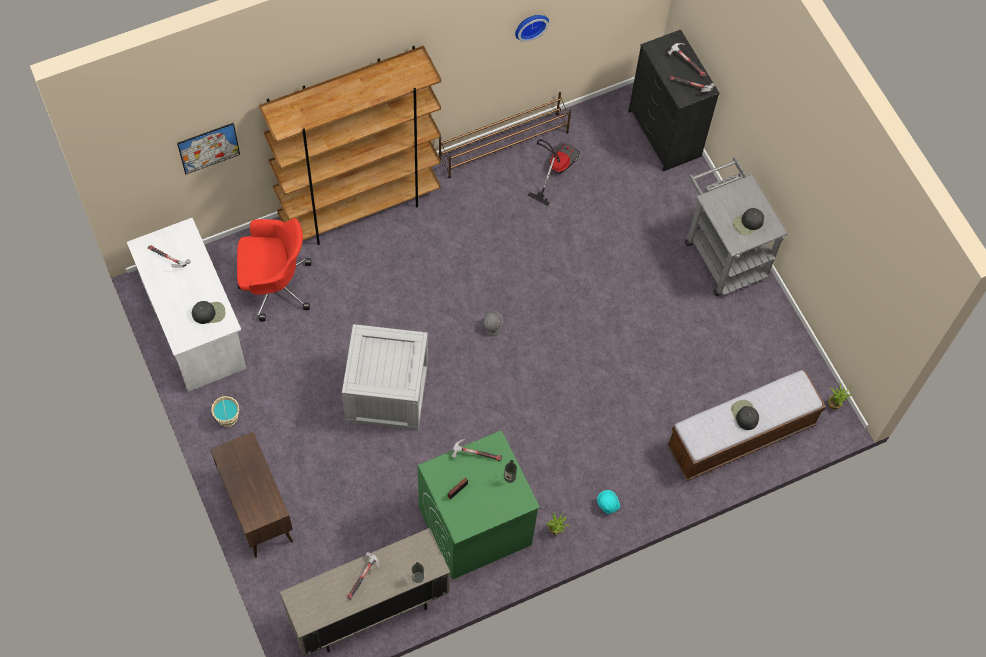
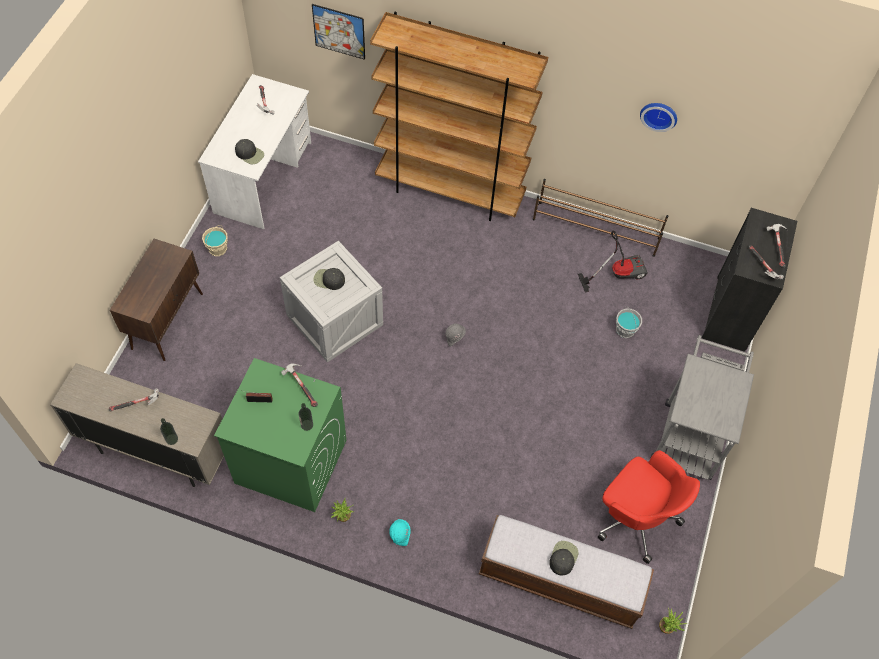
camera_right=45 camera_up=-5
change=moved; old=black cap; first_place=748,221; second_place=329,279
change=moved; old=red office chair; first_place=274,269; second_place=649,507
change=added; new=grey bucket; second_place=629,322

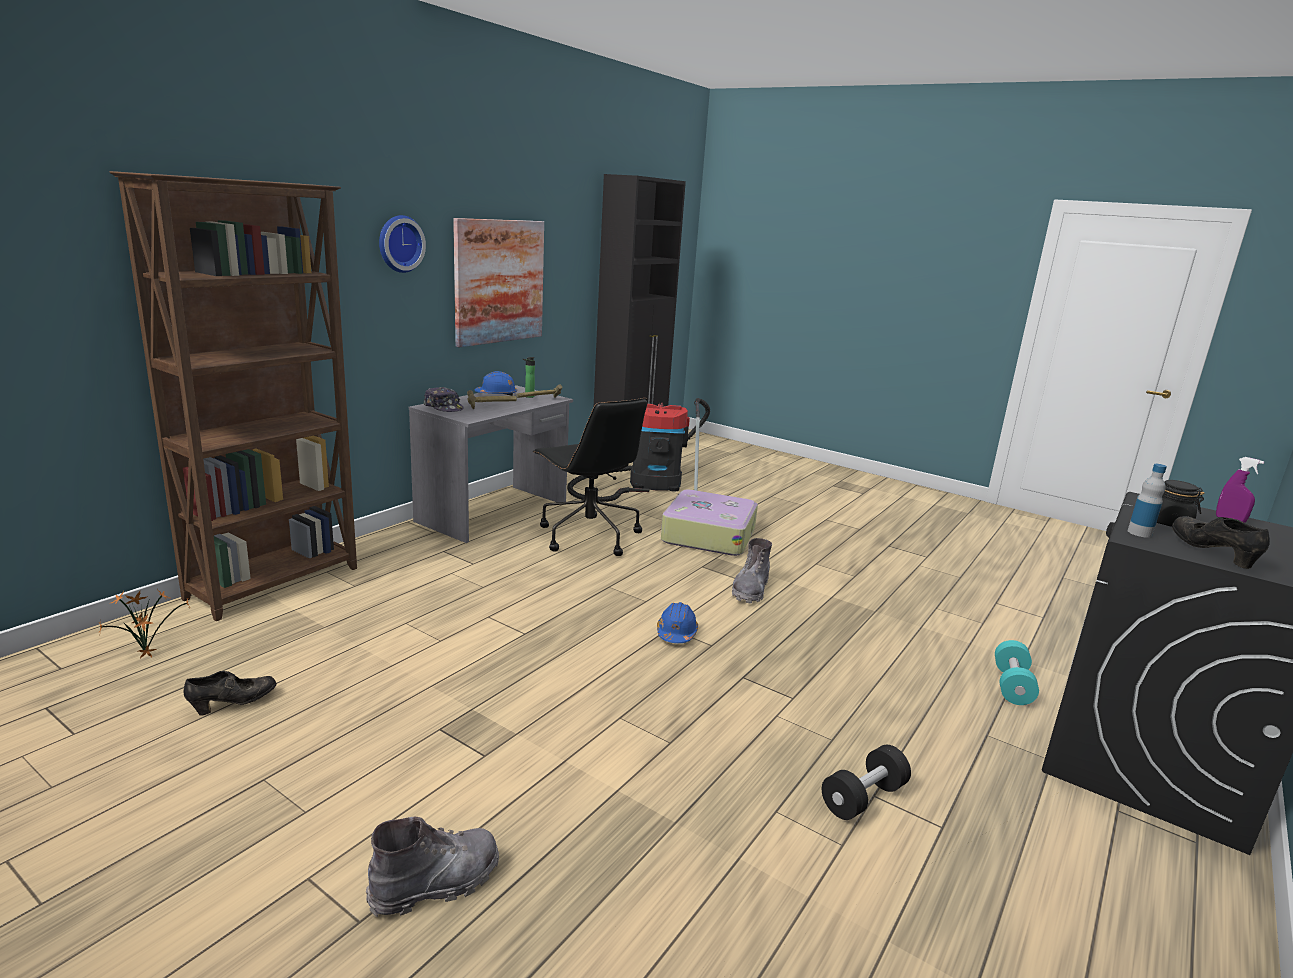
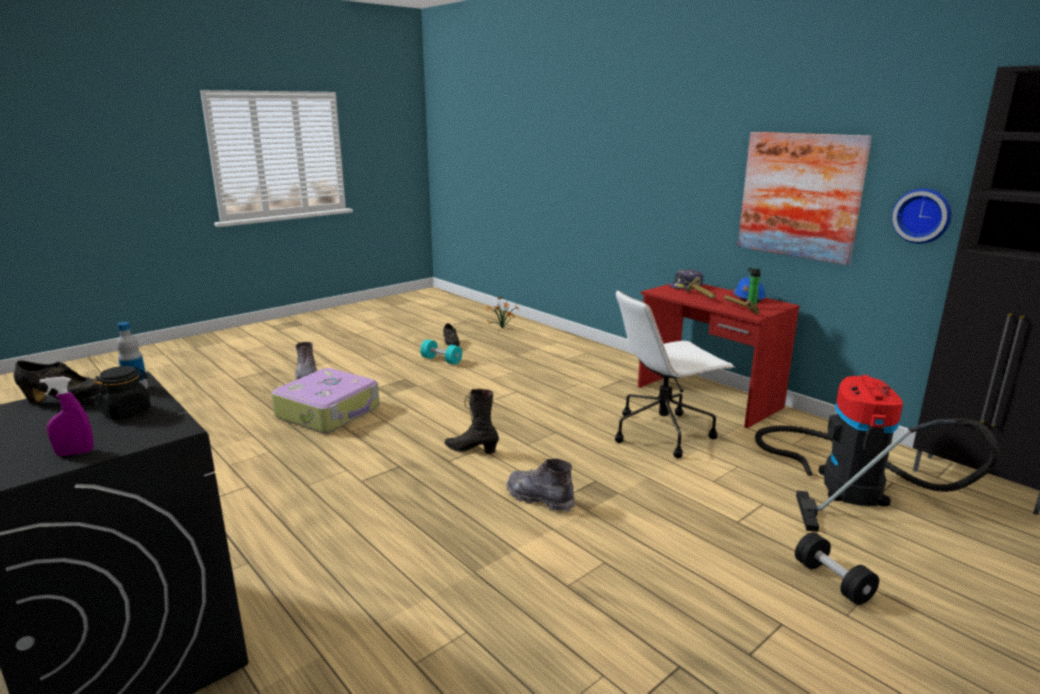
camera_right=105 camera_up=0
change=removed; old=brown bookcase; first_place=233,396
change=moved; old=wall clock; first_place=402,244; second_place=922,216
change=recoloured; old=grey desk; new=red desk; first_place=491,464; second_place=719,356
change=recoloured; old=black office chair; new=white office chair; first_place=590,477; second_place=675,374
change=moved; old=suitcase; first_place=709,522; second_place=325,400
change=replaced; old=blue hard hat; new=black boot; first_place=677,622; second_place=472,421
change=moved; old=turquoise dumbbell; first_place=1017,672; second_place=441,352
change=moved; old=black dumbbell; first_place=866,782; second_place=837,568

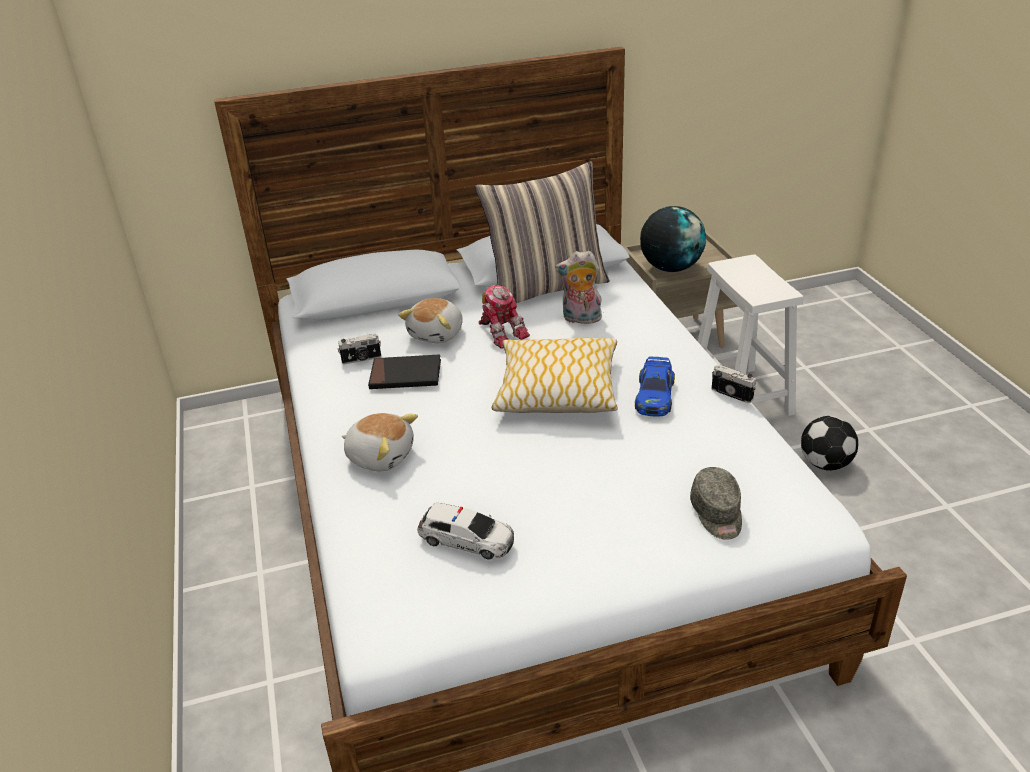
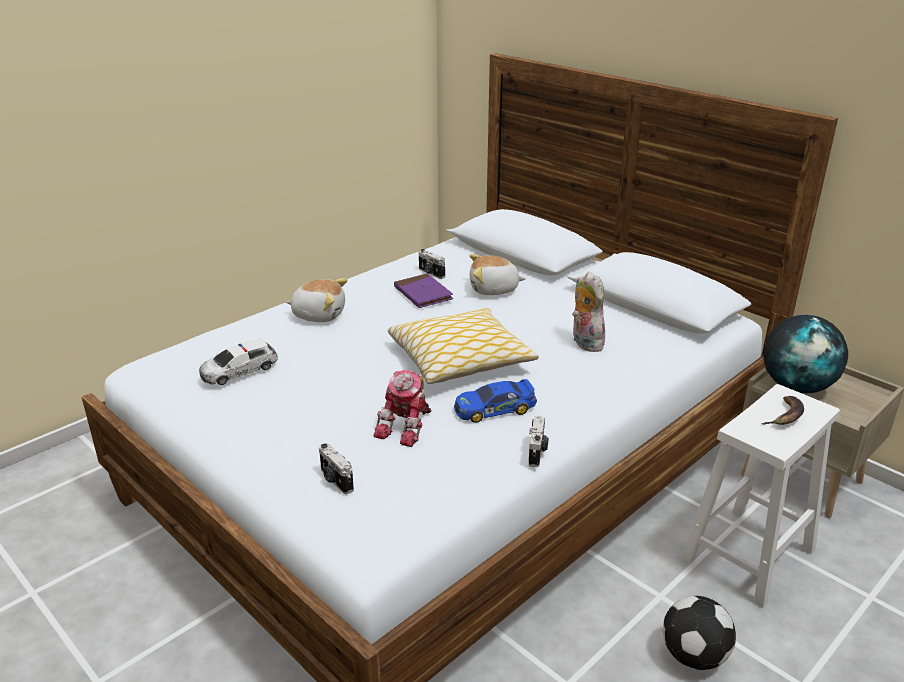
camera_right=60 camera_up=-5
change=removed; old=pillow; first_place=542,232
change=moved; old=toy robot; first_place=504,317; second_place=402,408
change=recoloured; old=black book; new=purple book; first_place=404,372; second_place=423,290
change=turned; old=plush toy; first_place=380,442; second_place=317,300; degrees=-75
change=replaced; old=grey cap; new=photo camera; first_place=716,503; second_place=336,468
change=turned; old=toy car; first_place=465,531; second_place=238,362; degrees=60
change=added; new=banana; second_place=782,410

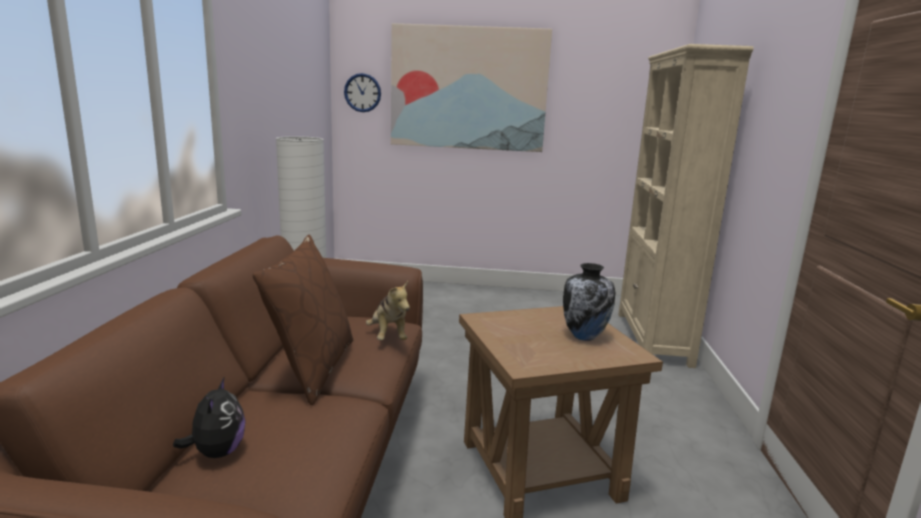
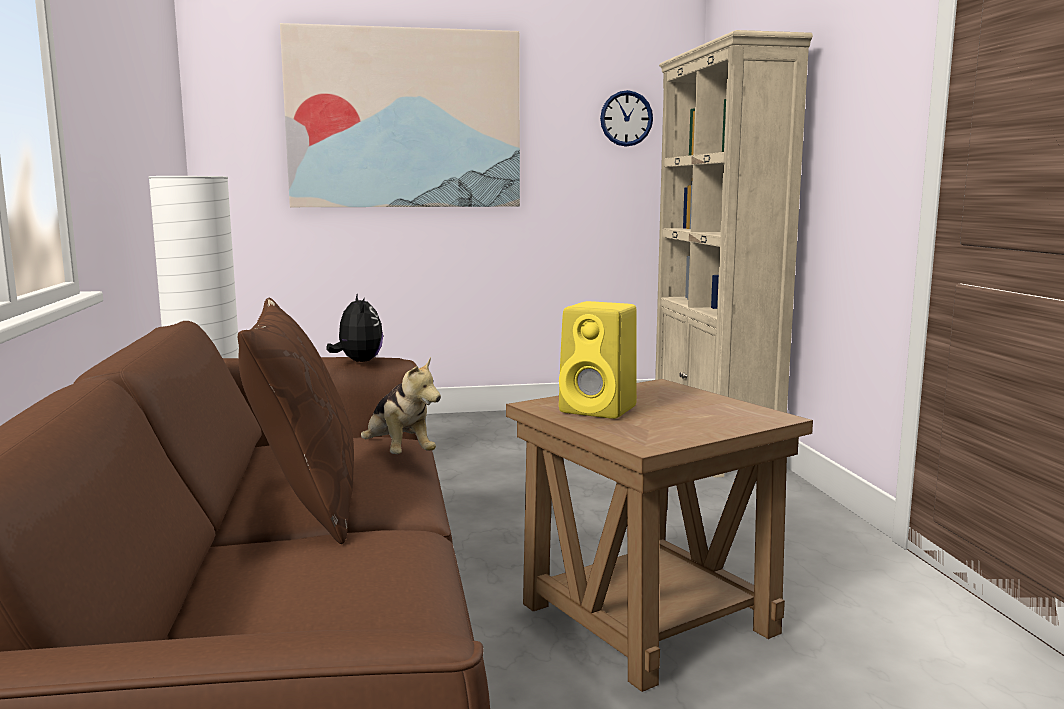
camera_right=-15 camera_up=-5
change=moved; old=wall clock; first_place=362,92; second_place=626,118
change=removed; old=vase; first_place=589,302
change=moved; old=plush toy; first_place=209,418; second_place=355,327
change=added; new=yellow speaker; second_place=598,360

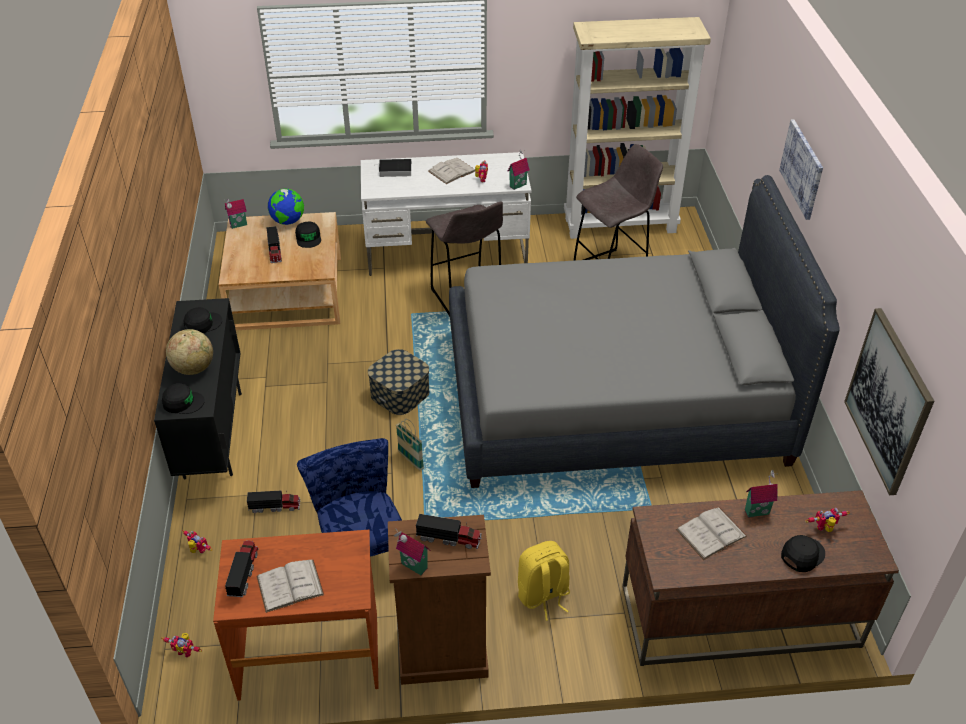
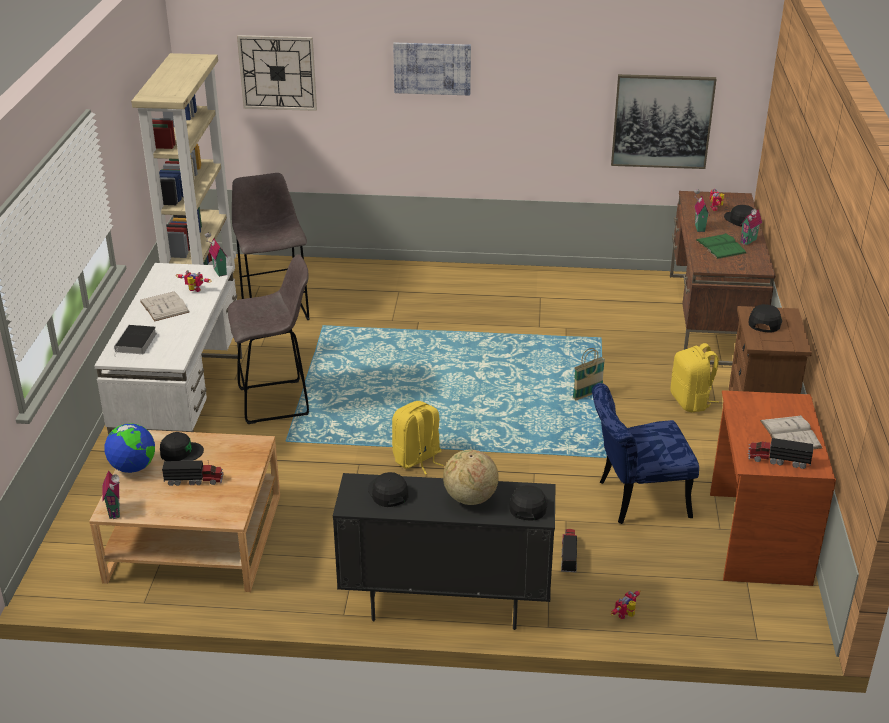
camera_right=-80 camera_up=-10
change=removed; old=grey bed; first_place=644,331
change=replaced; old=storage box; new=yellow backpack; first_place=398,382; second_place=418,438
change=moved; old=basket; first_place=410,444; second_place=588,374
change=recoloured; old=white book; new=green book; first_place=712,533; second_place=721,246
change=replaced; old=toy truck; new=black cap; first_place=449,531; second_place=765,318
change=moved; old=toy house; first_place=412,553; second_place=751,227
change=removed; old=toy robot; first_place=181,645
change=added; new=wall clock; second_place=277,73

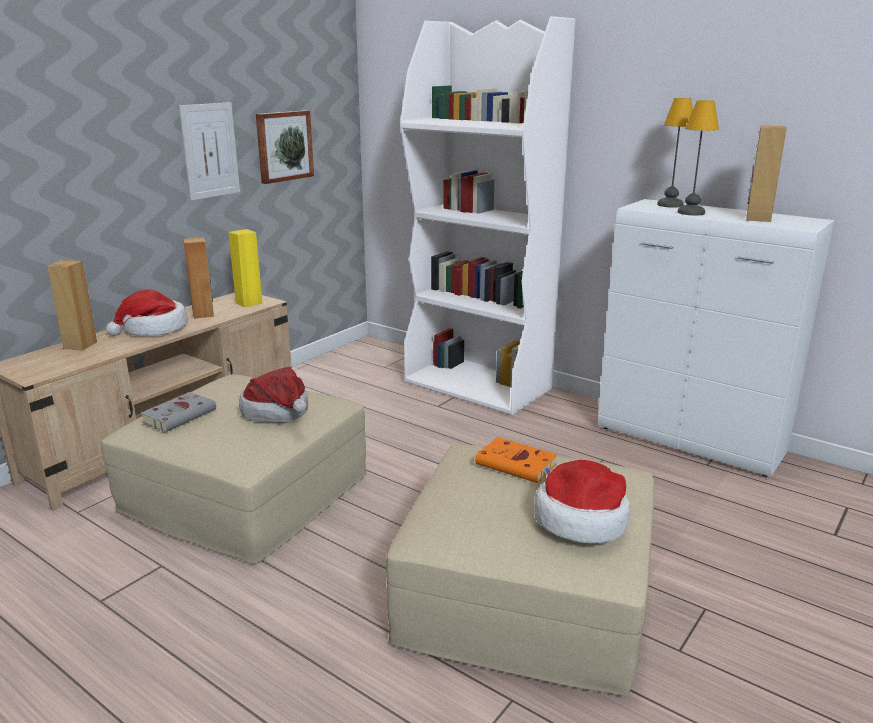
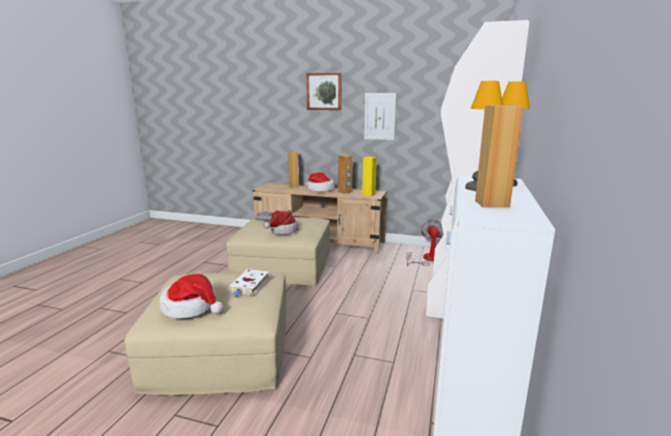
camera_right=70 camera_up=-5
change=moved; old=picture; first_place=285,147; second_place=324,91
change=recoloured; old=orange book; new=white book; first_place=516,460; second_place=248,283
change=added; new=fan; second_place=424,243

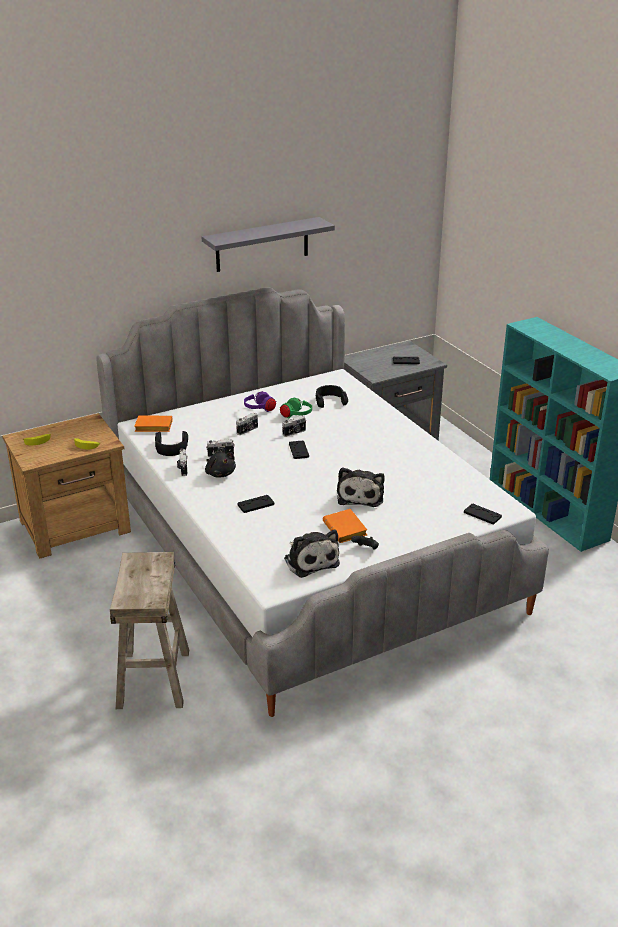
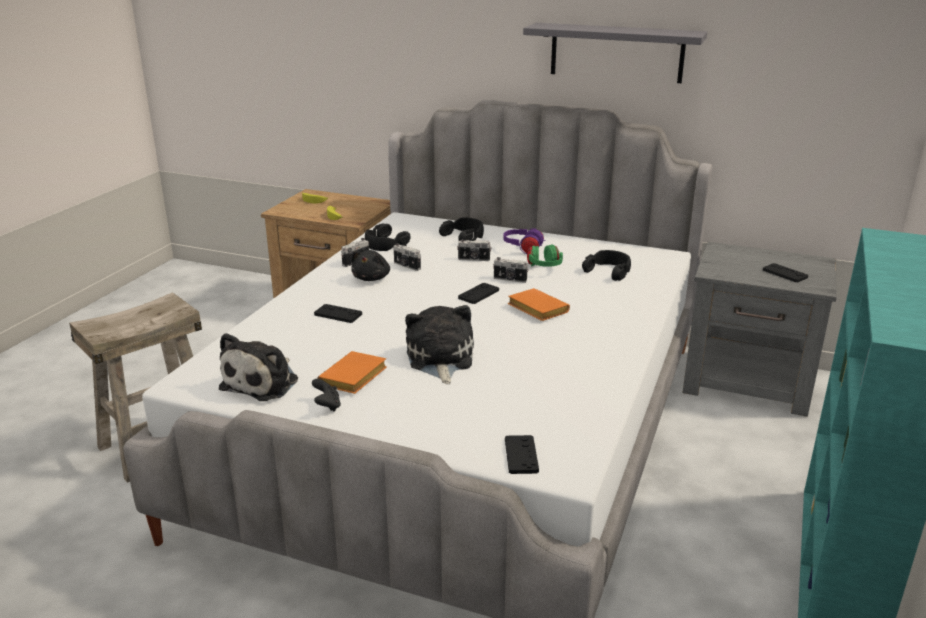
camera_right=50 camera_up=-5
change=moved; old=orange book; first_place=153,423; second_place=539,304
change=turned; old=plush toy; first_place=361,487; second_place=439,344; degrees=120
change=added; new=black headphones; second_place=461,229

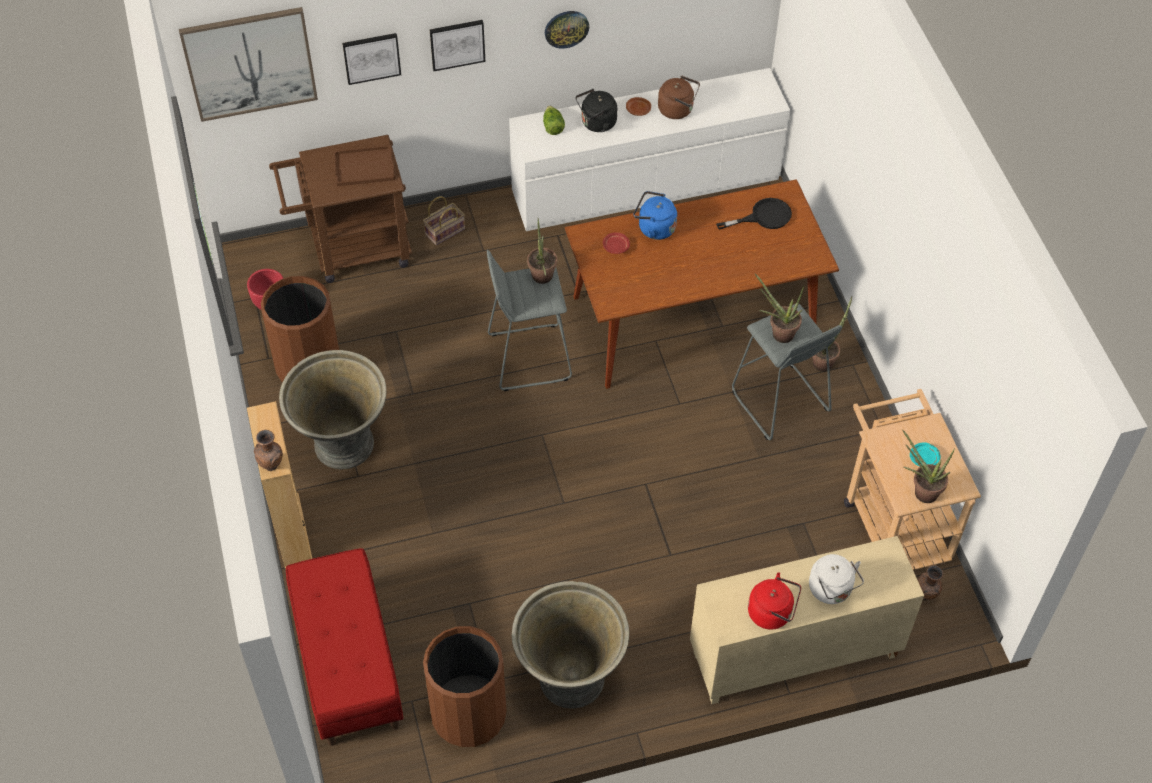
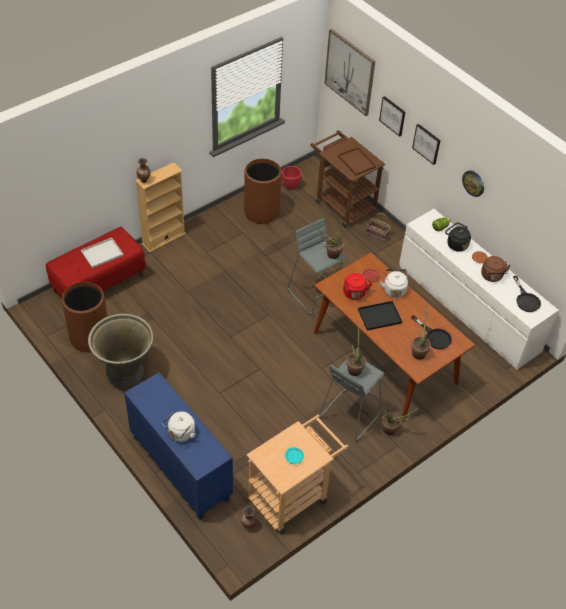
camera_right=65 camera_up=-5
change=recoloured; old=blue kettle; new=white kettle; first_place=655,215; second_place=394,283
change=removed; old=grey planter; first_place=333,409
change=moved; old=potted plant; first_place=928,466; second_place=421,332
change=recoloured; old=beige cabinet; new=blue cabinet; first_place=807,620; second_place=178,446
change=moved; old=red kettle; first_place=774,601; second_place=358,286
change=added; new=white tray; second_place=102,253
change=added; new=black frying pan; second_place=527,294
change=added; new=black tray; second_place=380,316

